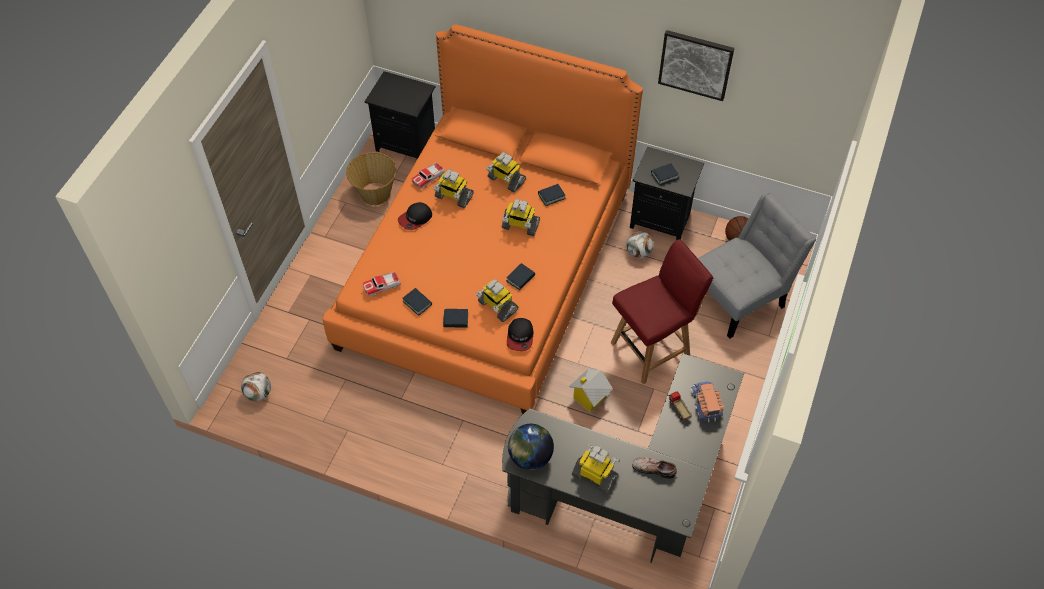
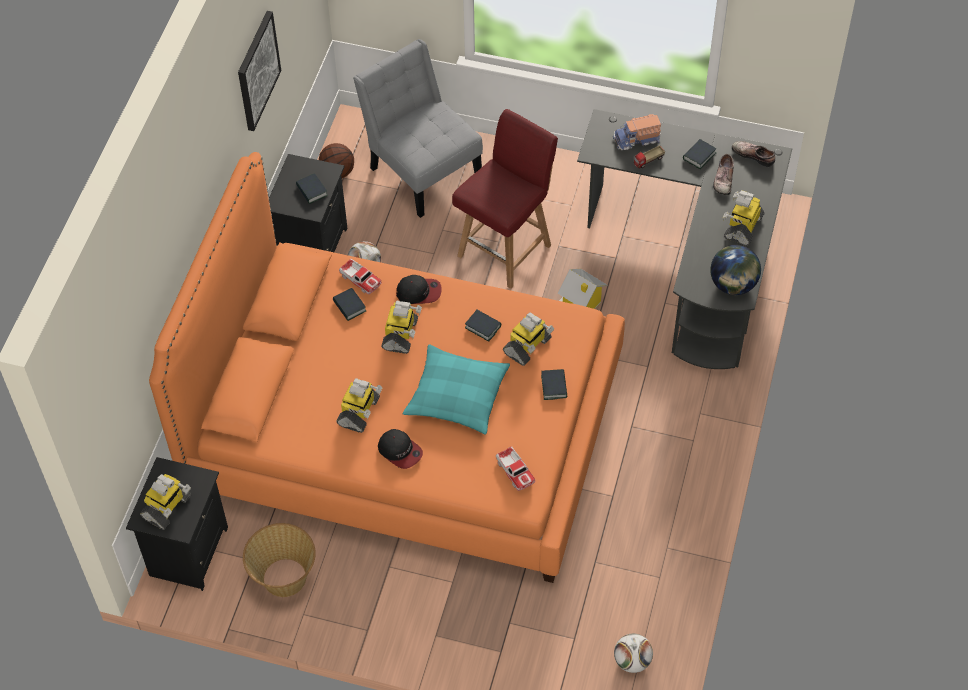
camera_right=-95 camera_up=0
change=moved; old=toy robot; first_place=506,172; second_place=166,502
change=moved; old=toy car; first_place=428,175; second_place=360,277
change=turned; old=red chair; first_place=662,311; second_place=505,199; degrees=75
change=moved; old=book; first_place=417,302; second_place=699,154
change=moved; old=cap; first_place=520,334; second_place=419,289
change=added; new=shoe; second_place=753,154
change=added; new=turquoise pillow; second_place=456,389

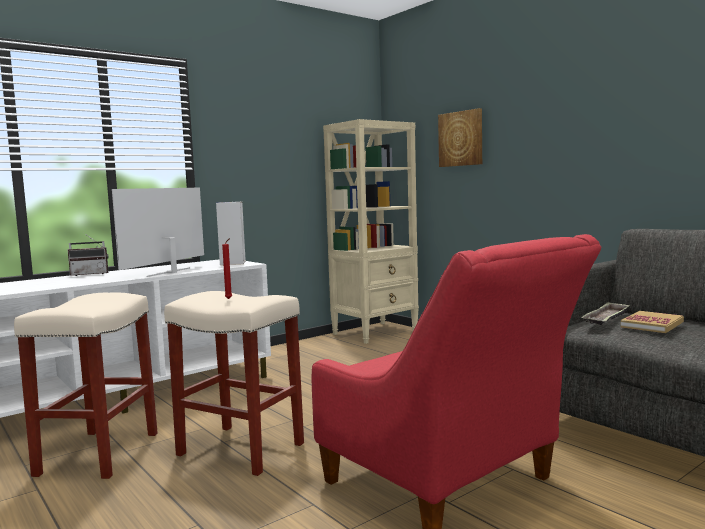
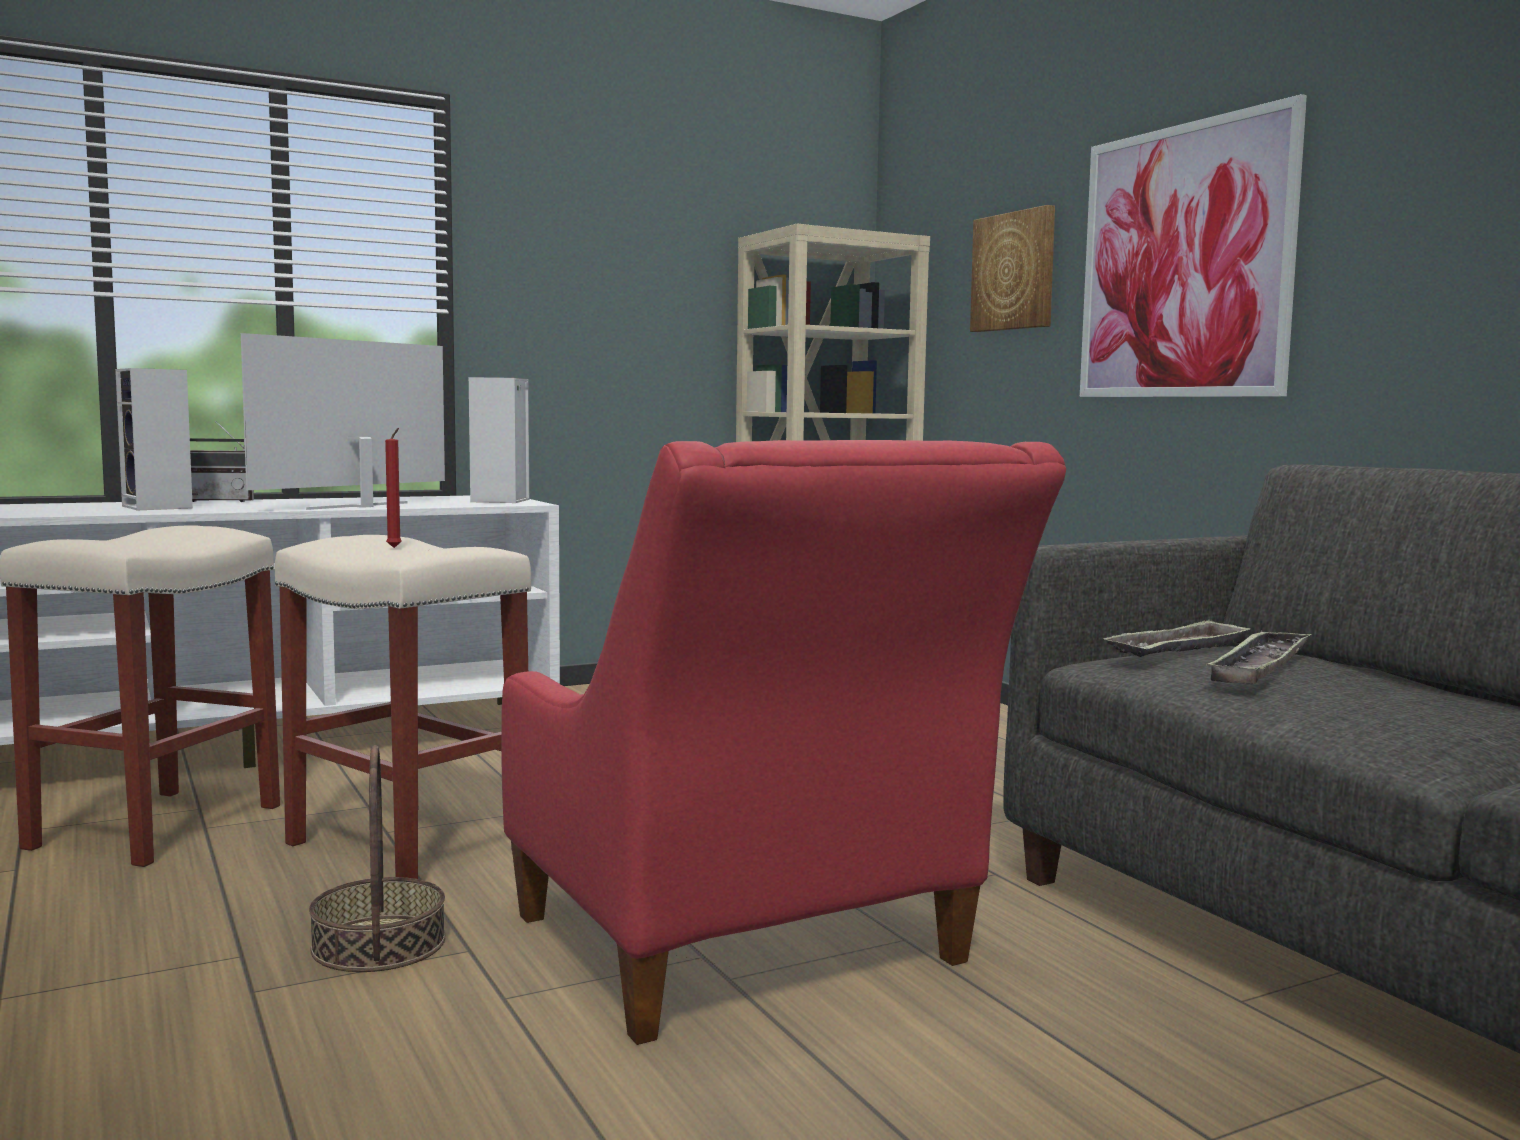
camera_right=10 camera_up=0
change=replaced; old=book; new=tray; first_place=652,322; second_place=1259,657
change=added; new=picture; second_place=1193,245
change=added; new=speaker; second_place=154,439
change=added; new=basket; second_place=377,858

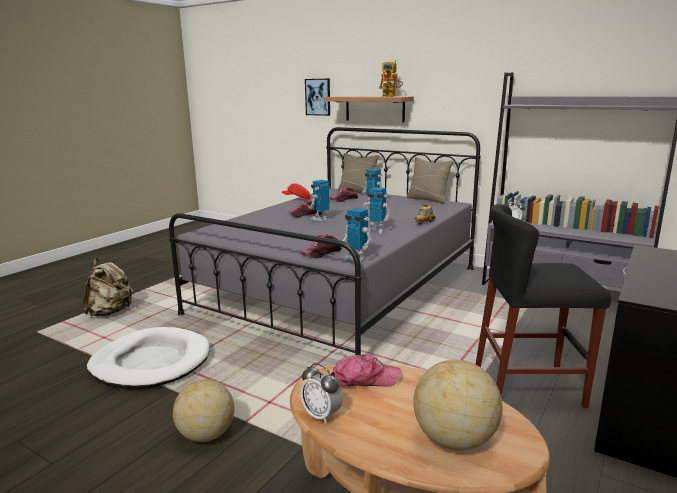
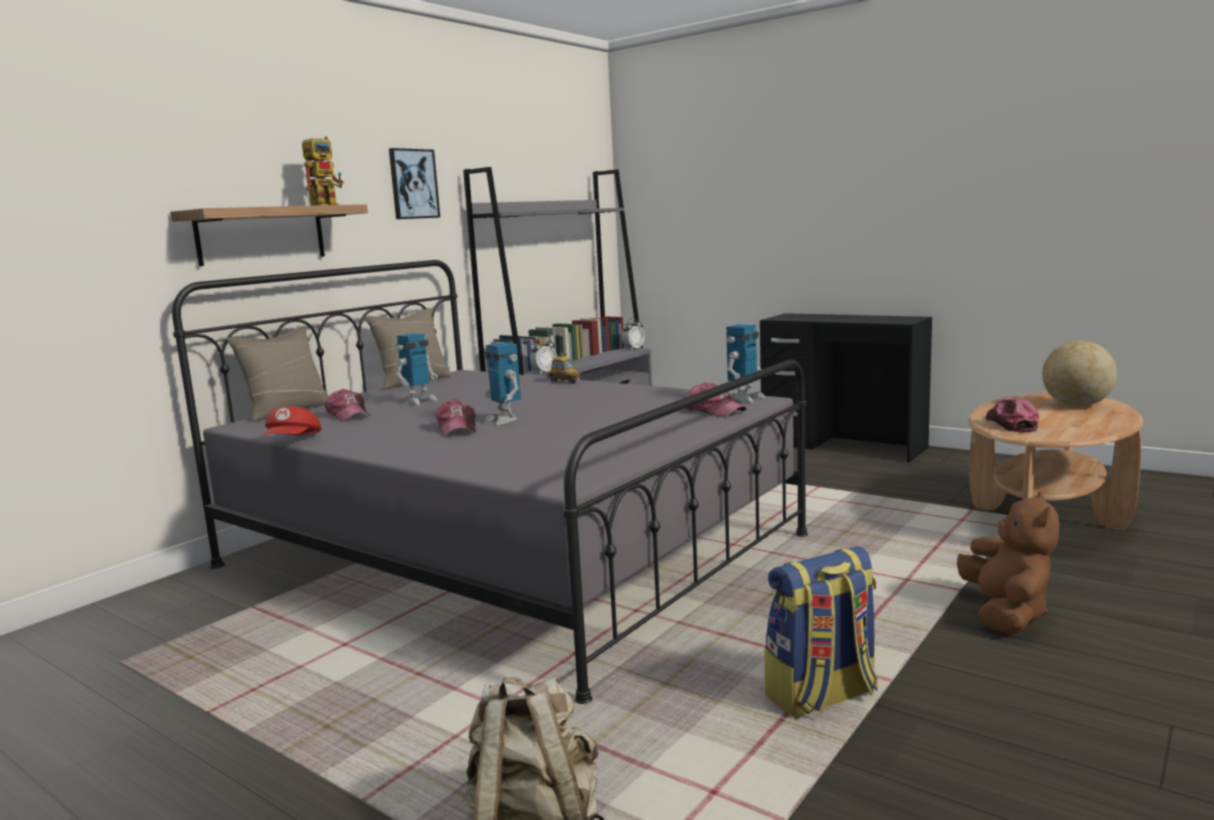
camera_right=-85 camera_up=-5
change=moved; old=picture; first_place=317,97; second_place=414,183
change=removed; old=toy robot; first_place=379,210
change=removed; old=black stool; first_place=543,306
change=replaced; old=white dog bed; new=backpack; first_place=148,358; second_place=821,632
change=moved; old=alarm clock; first_place=321,393; second_place=632,334
change=replaced; old=globe; new=brown plush toy; first_place=204,410; second_place=1008,563

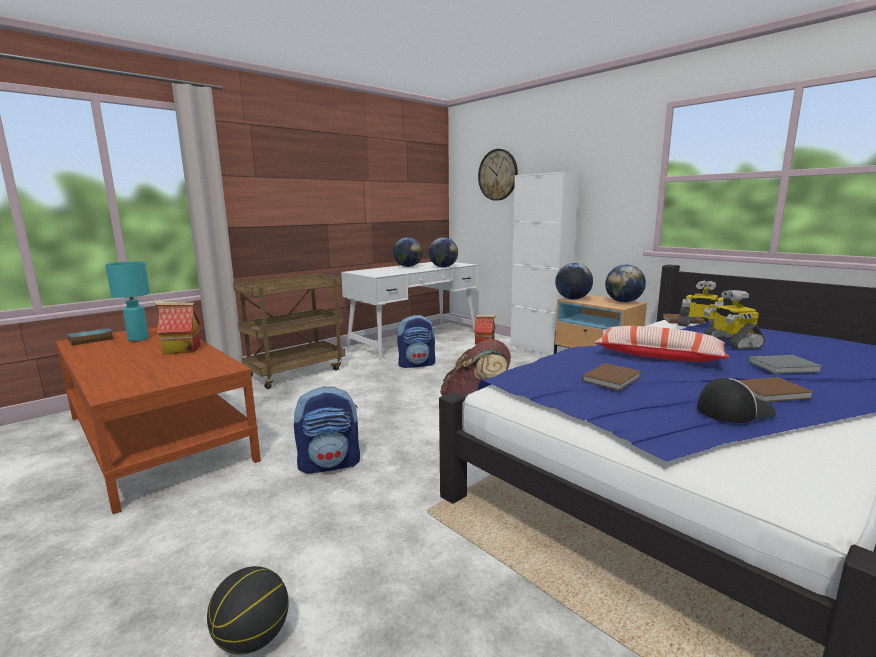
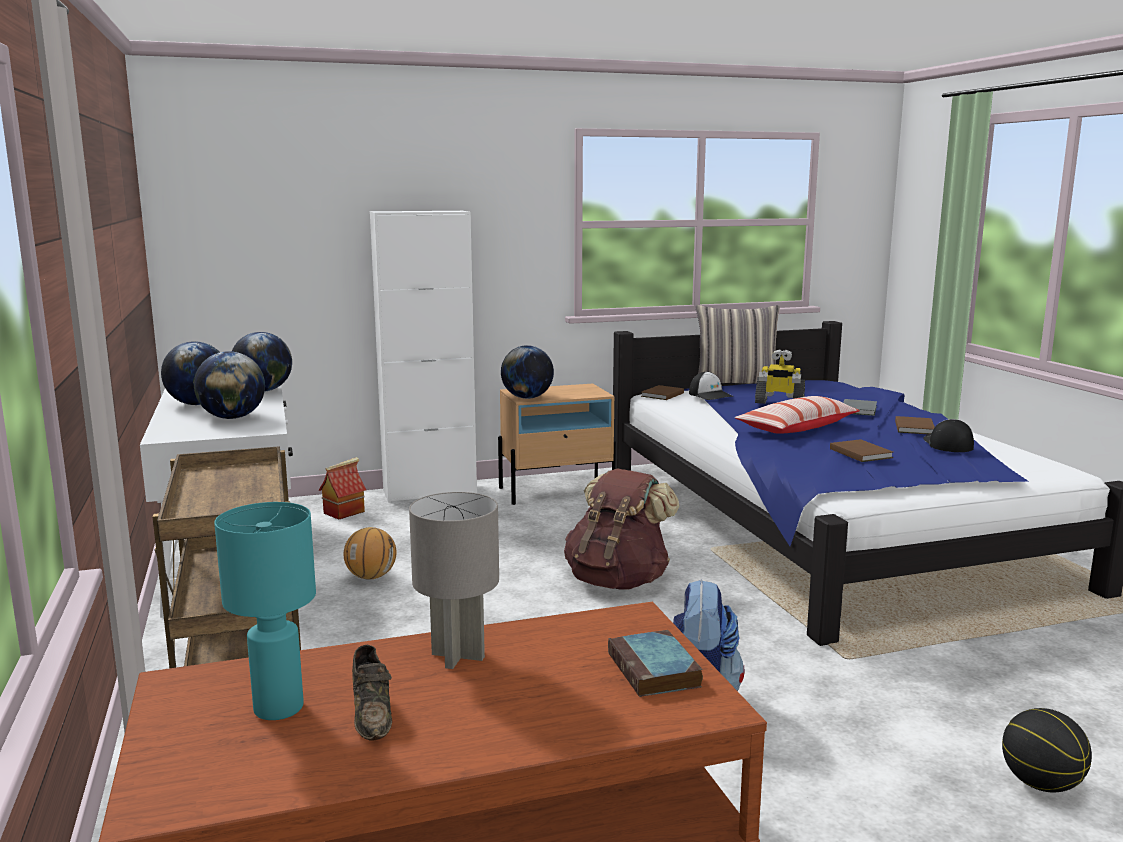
camera_right=-65 camera_up=0
change=removed; old=wall clock; first_place=498,175
change=moved; old=globe; first_place=625,284; second_place=229,385
change=replaced; old=toy robot; new=cap; first_place=701,305; second_place=711,385
change=replaced; old=toy house; new=grey table lamp; first_place=178,327; second_place=454,580
change=replaced; old=backpack; new=basketball; first_place=416,341; second_place=370,553
change=moved; old=book; first_place=90,336; second_place=655,663
change=added; new=pillow; second_place=738,344
change=added; new=brown shoe; second_place=372,693

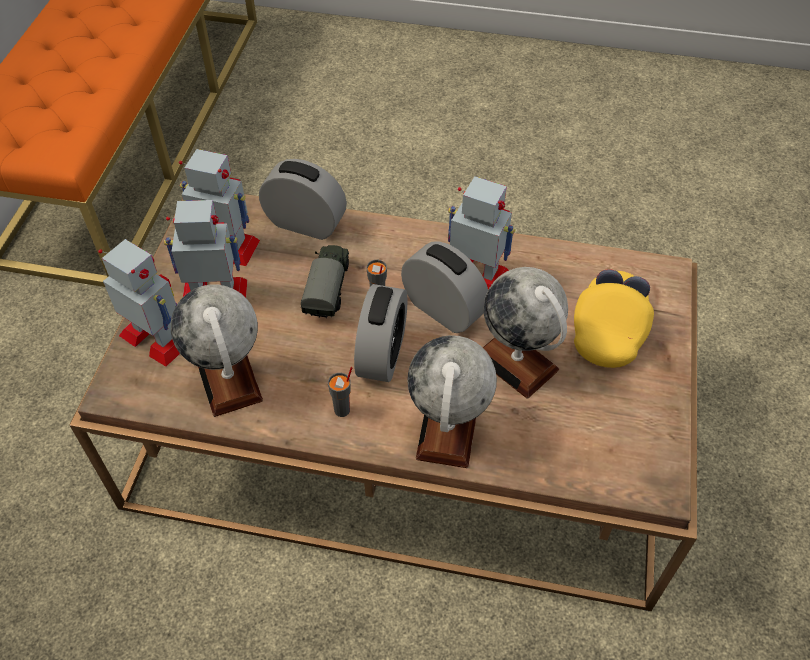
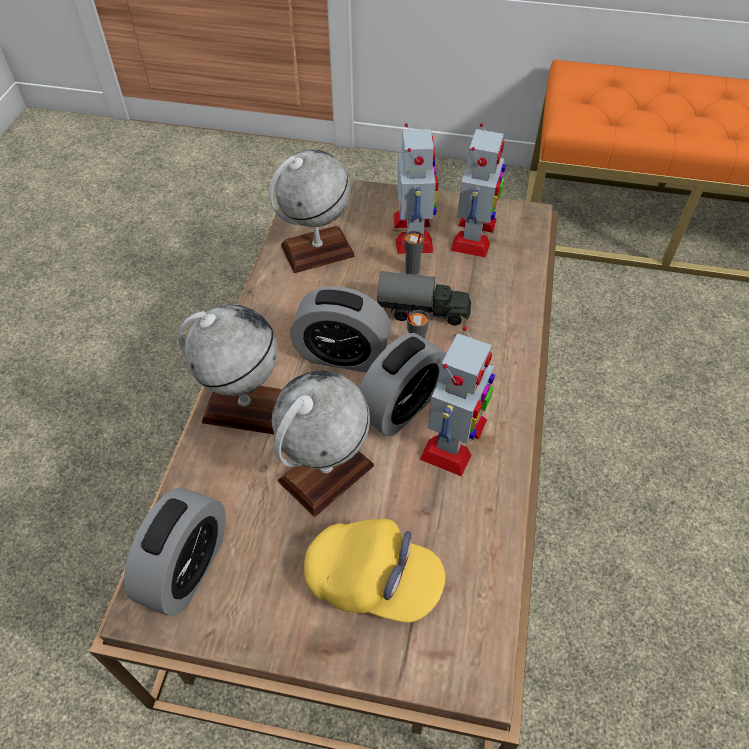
camera_right=90 camera_up=0
change=moved; old=alarm clock; first_place=303,199; second_place=175,551
change=removed; old=toy robot; first_place=139,303
change=moved; old=grey cup; first_place=340,392; second_place=414,253

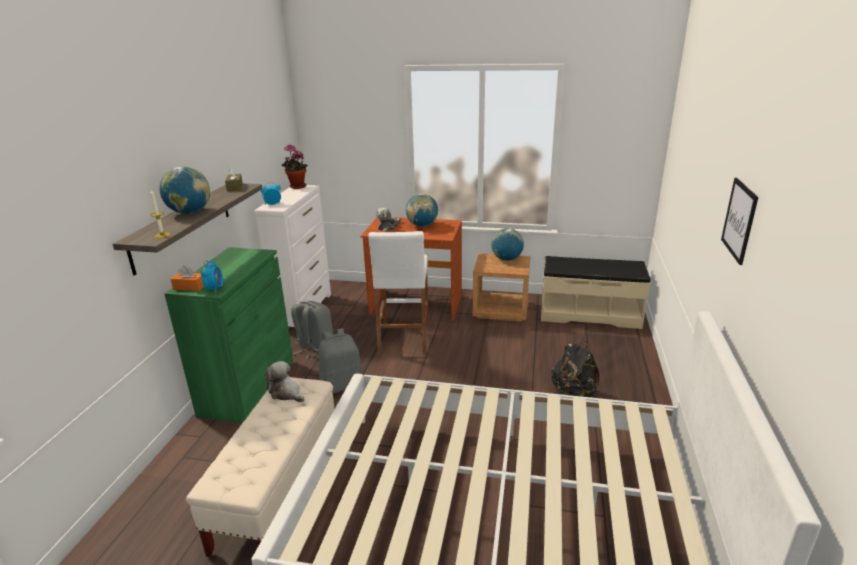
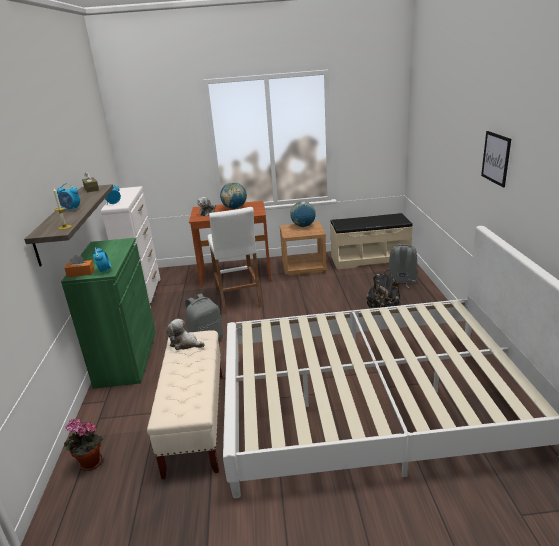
camera_right=-15 camera_up=0
change=moved; old=potted plant; first_place=294,166; second_place=83,445
change=replaced; old=globe; new=alarm clock; first_place=184,190; second_place=68,197
change=moved; old=grey backpack; first_place=312,330; second_place=403,266

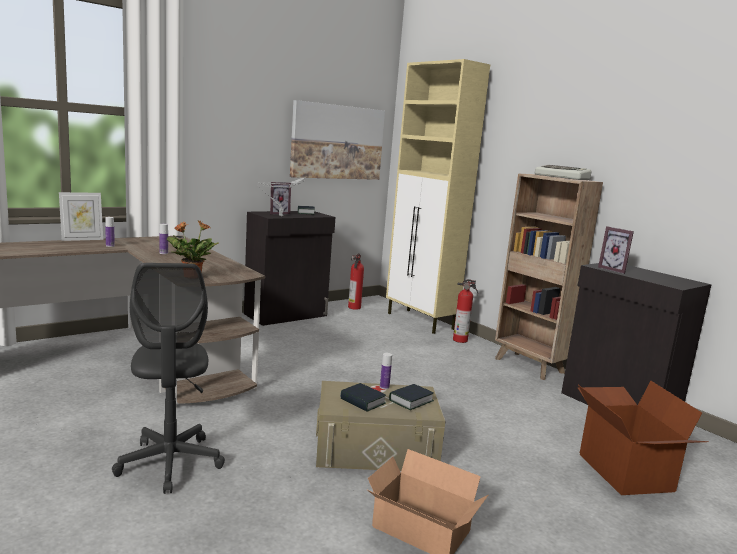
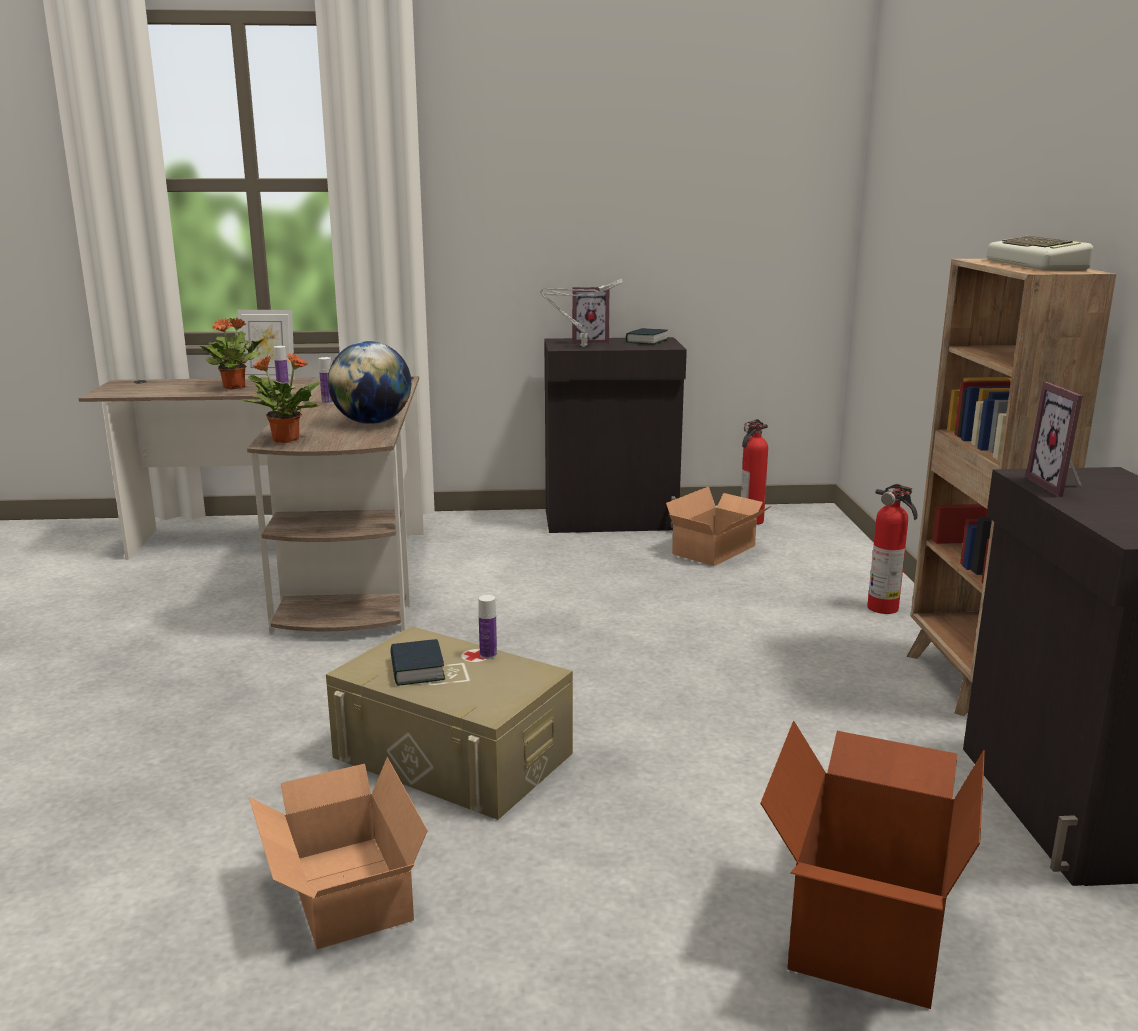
camera_right=35 camera_up=5
change=removed; old=beige cabinet; first_place=438,196
change=removed; old=picture; first_place=337,140
change=removed; old=grey office chair; first_place=168,378
change=removed; old=book; first_place=411,397
change=added; new=potted plant; second_place=231,353
change=added; new=globe; second_place=369,382
change=added; new=cardboard box; second_place=718,526

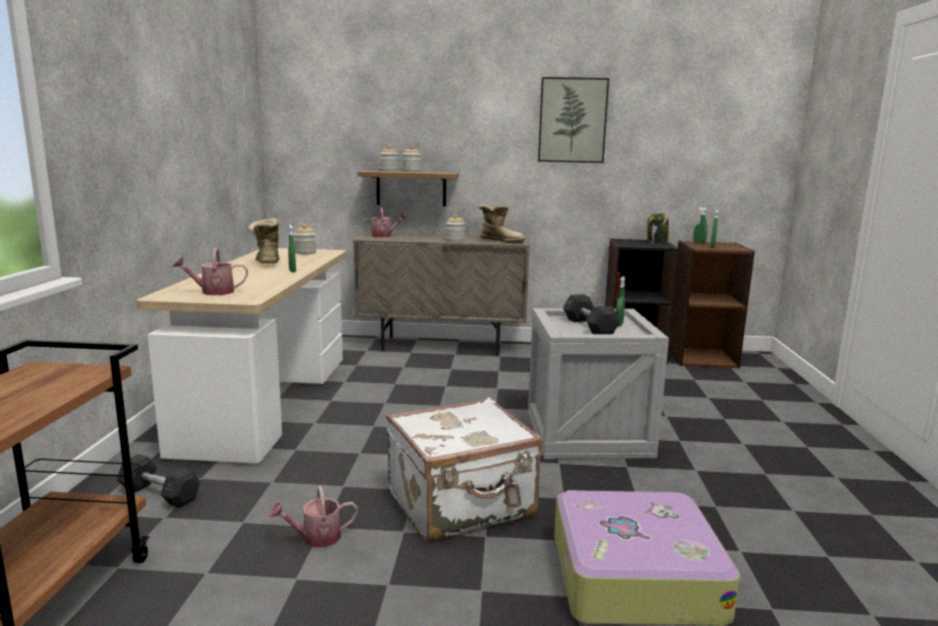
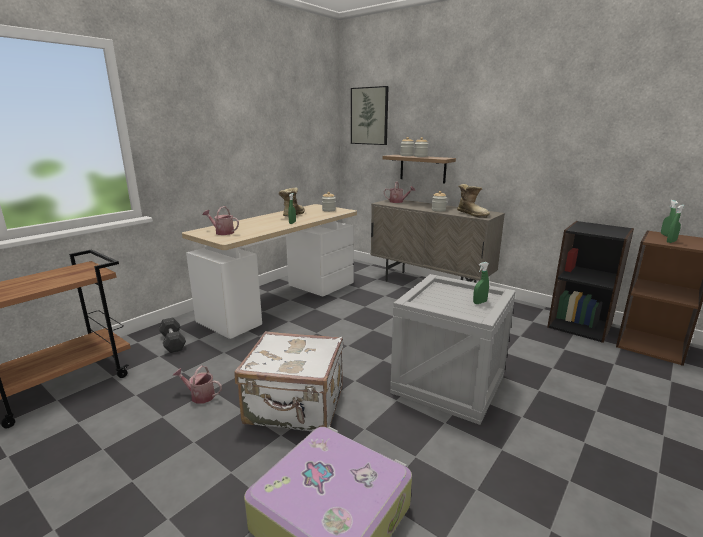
camera_right=35 camera_up=5
change=moved; old=picture; first_place=573,120; second_place=370,115
change=removed; old=jar; first_place=658,228
change=removed; old=grey dumbbell; first_place=591,314

